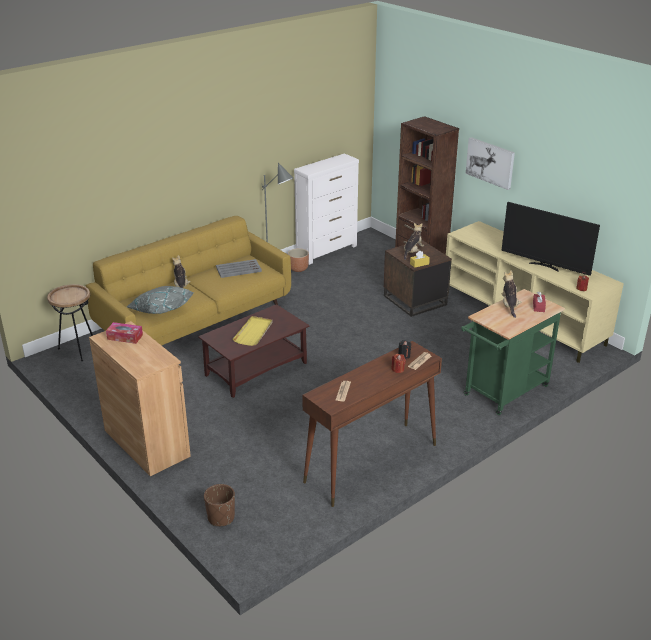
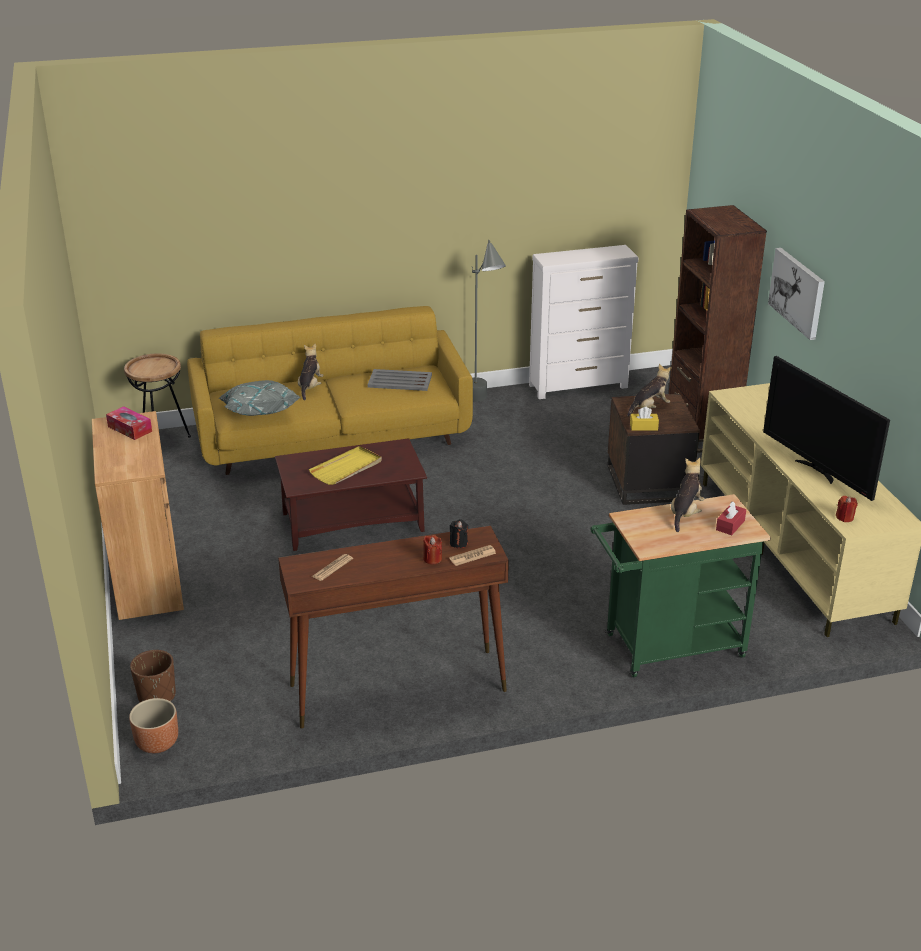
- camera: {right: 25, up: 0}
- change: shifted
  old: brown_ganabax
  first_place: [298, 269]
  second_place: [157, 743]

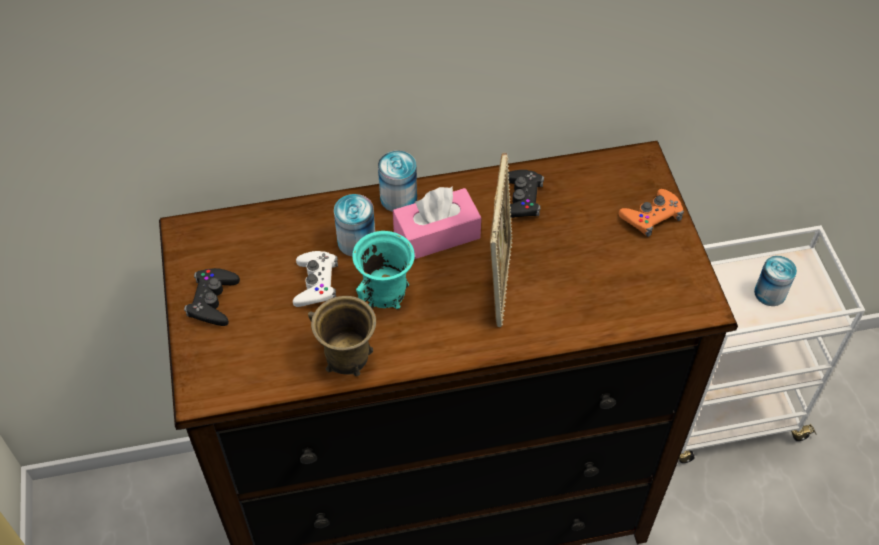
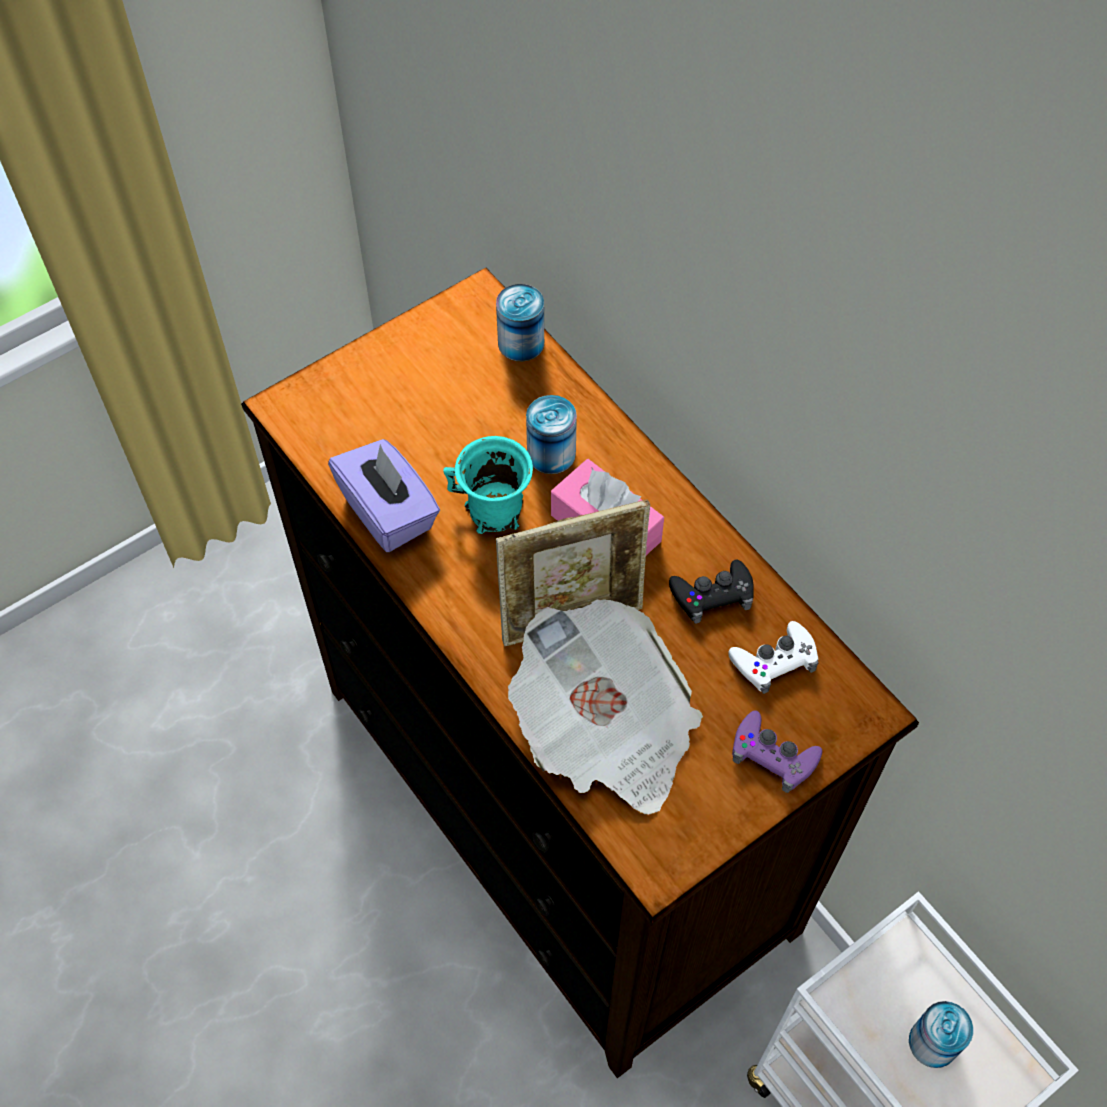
- camera: {right: 65, up: 5}
- change: swapped
  old: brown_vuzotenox
  new: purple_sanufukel
  first_place: [347, 357]
  second_place: [389, 512]
- change: shifted
  old: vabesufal
  first_place: [398, 198]
  second_place: [521, 343]
- change: new
  new: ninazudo
  second_place: [606, 730]
- change: shifted
  old: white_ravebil
  first_place: [316, 283]
  second_place: [774, 661]
- change: repainted
  old: orange_ravebil
  new: purple_ravebil
  first_place: [651, 216]
  second_place: [773, 755]
- change: gone
  old: black_ravebil
  first_place: [213, 301]

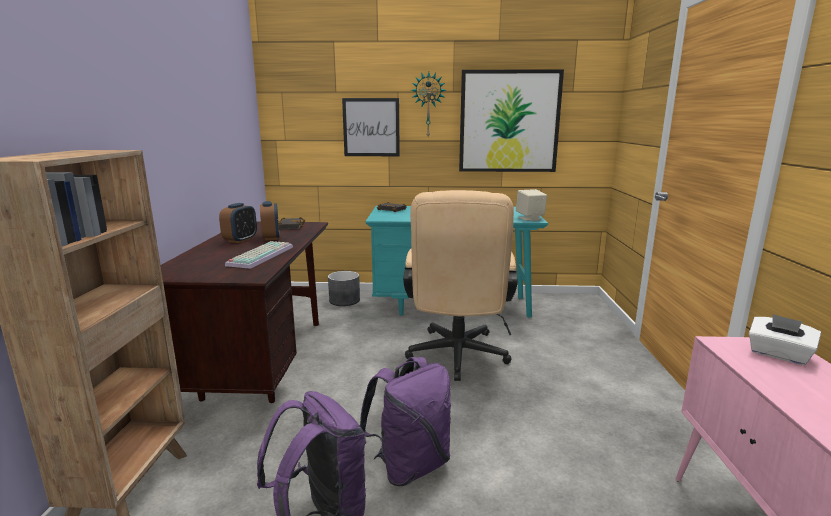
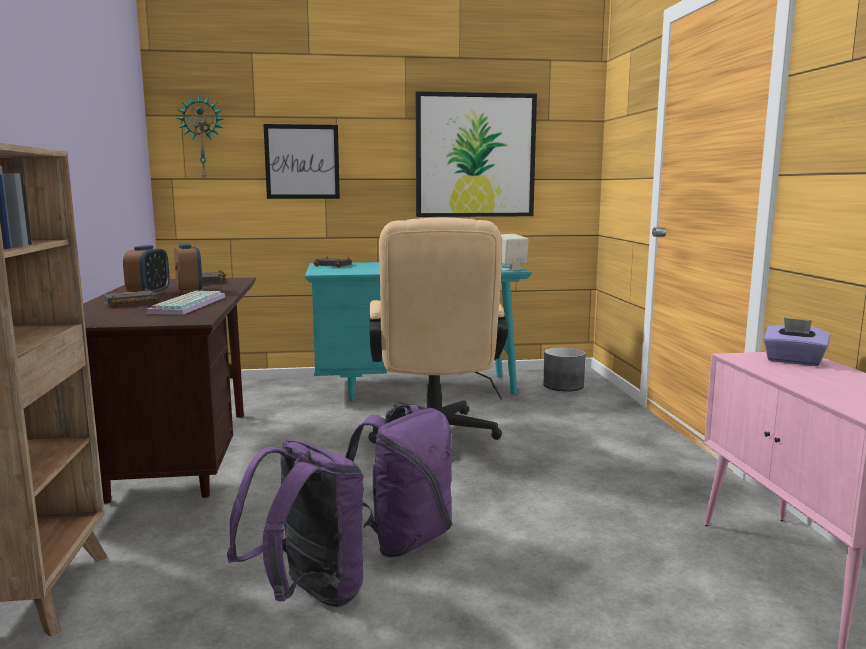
- camera: {right: -10, up: -5}
- change: new
  new: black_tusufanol
  second_place: [130, 303]
- change: shifted
  old: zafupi
  first_place: [428, 105]
  second_place: [202, 138]
- change: shifted
  old: grey_ganabax
  first_place: [344, 300]
  second_place: [563, 386]
- change: repainted
  old: white_sanufukel
  new: purple_sanufukel
  first_place: [778, 355]
  second_place: [793, 361]

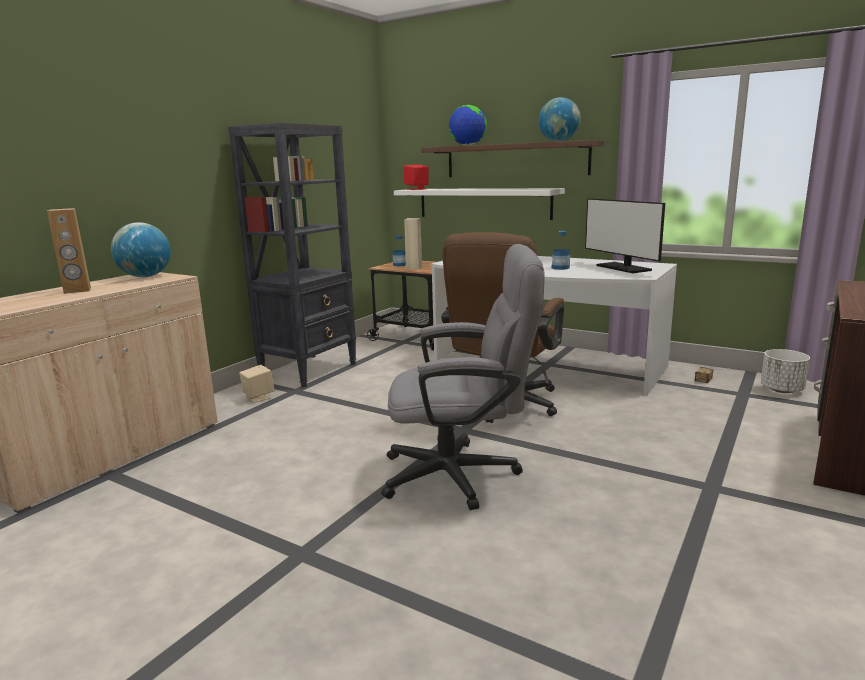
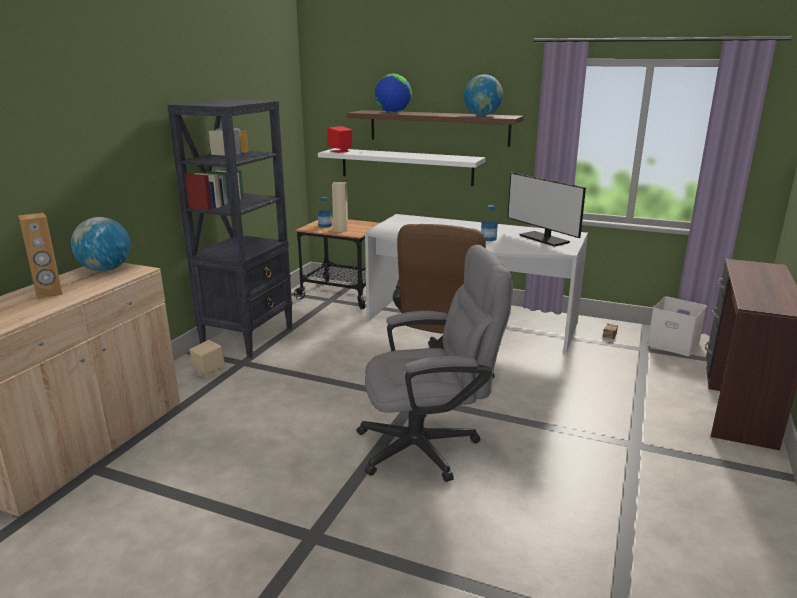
- camera: {right: -10, up: 5}
- change: swapped
  old: white_ganabax
  new: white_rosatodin
  first_place: [782, 390]
  second_place: [674, 343]

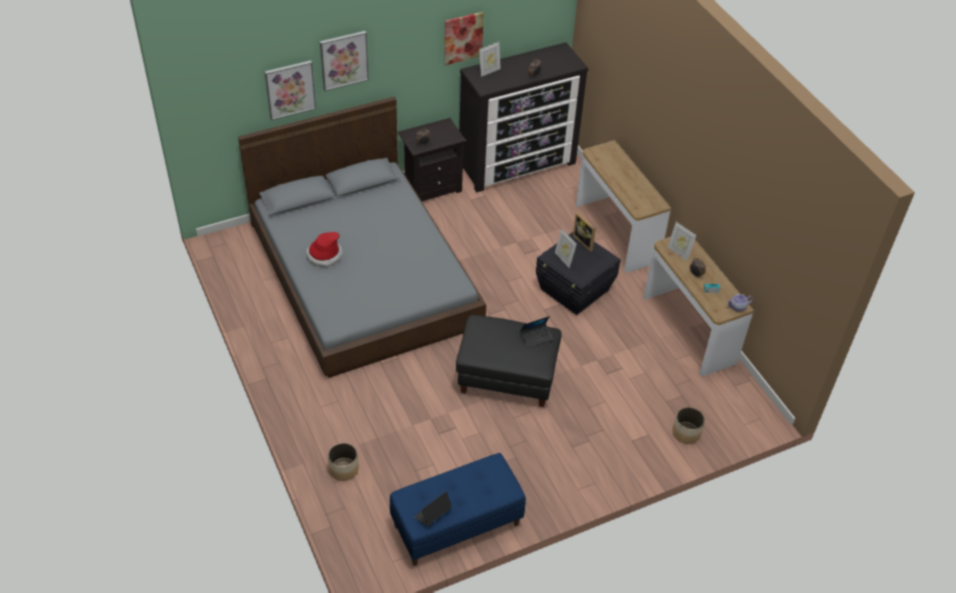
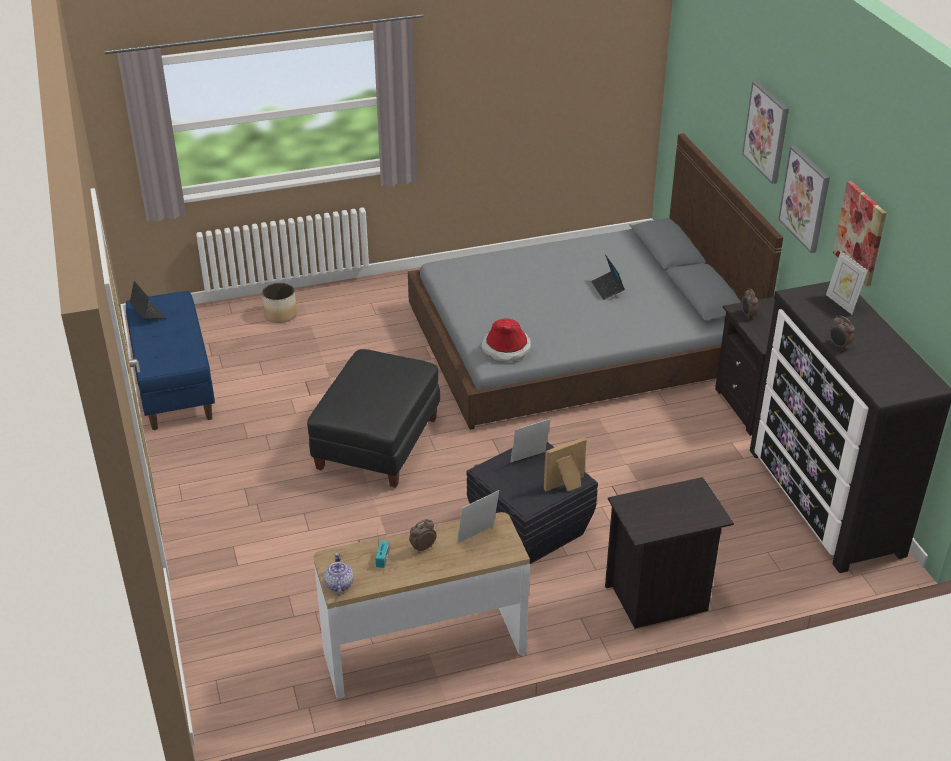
- camera: {right: 100, up: -10}
- change: shifted
  old: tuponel
  first_place: [324, 255]
  second_place: [506, 348]
- change: shifted
  old: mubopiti
  first_place: [536, 337]
  second_place: [607, 289]
- change: swapped
  old: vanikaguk
  new: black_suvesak
  first_place: [616, 233]
  second_place: [658, 598]
- change: shifted
  old: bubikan
  first_place: [290, 89]
  second_place: [805, 198]
- change: gone
  old: ganabax
  first_place: [686, 433]

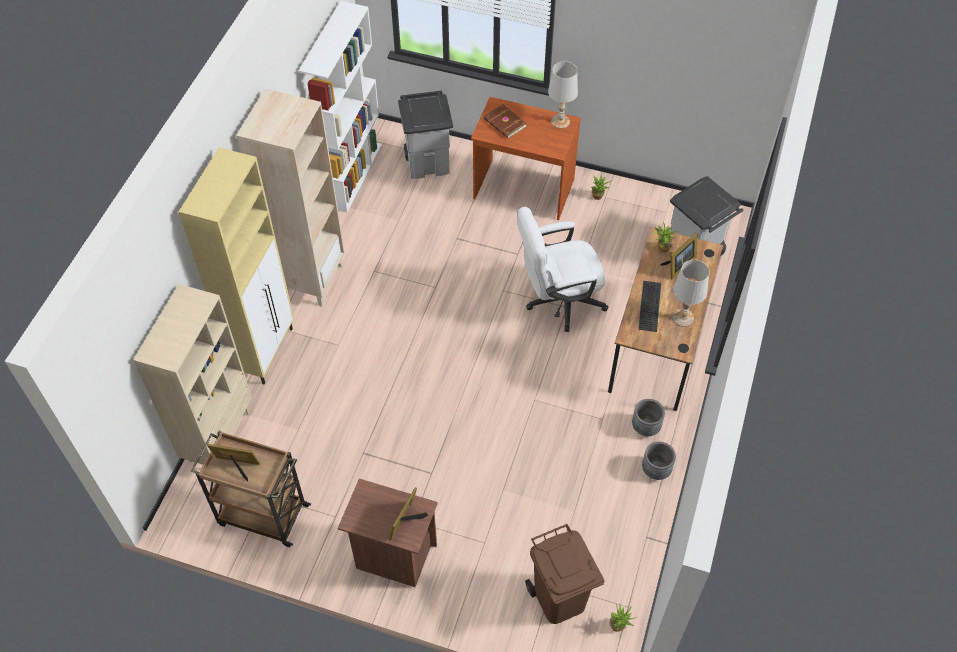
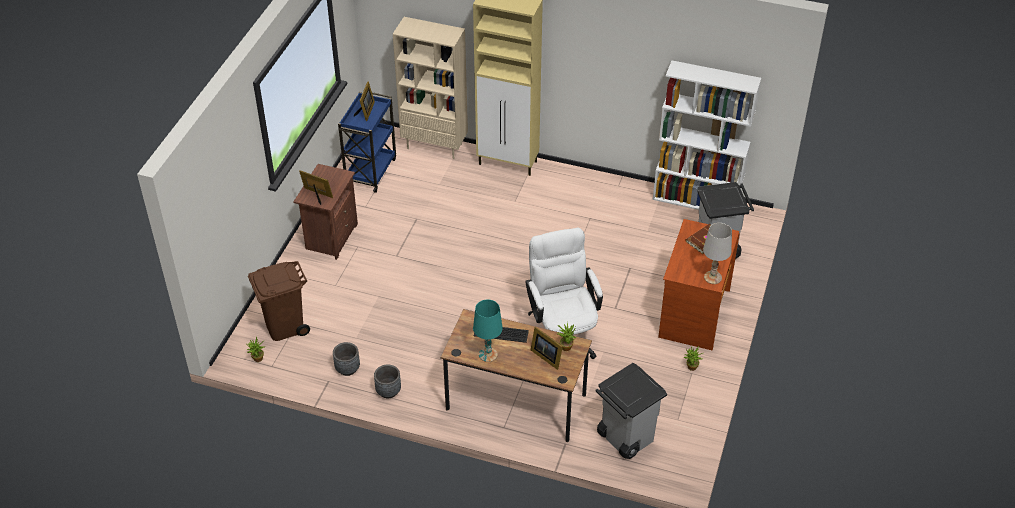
- camera: {right: 90, up: -10}
- change: shifted
  old: grey_ganabax
  first_place: [645, 427]
  second_place: [347, 369]
- change: repainted
  old: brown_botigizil
  new: blue_botigizil
  first_place: [261, 514]
  second_place: [370, 171]
- change: repainted
  old: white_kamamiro
  new: turquoise_kamamiro
  first_place: [683, 318]
  second_place: [487, 354]
- change: gone
  old: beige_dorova
  first_place: [311, 279]

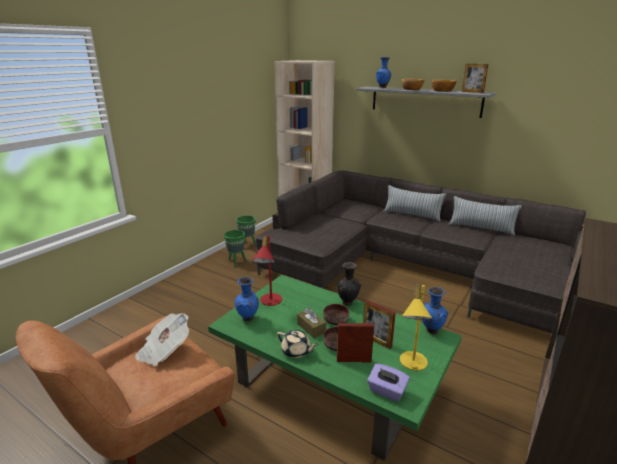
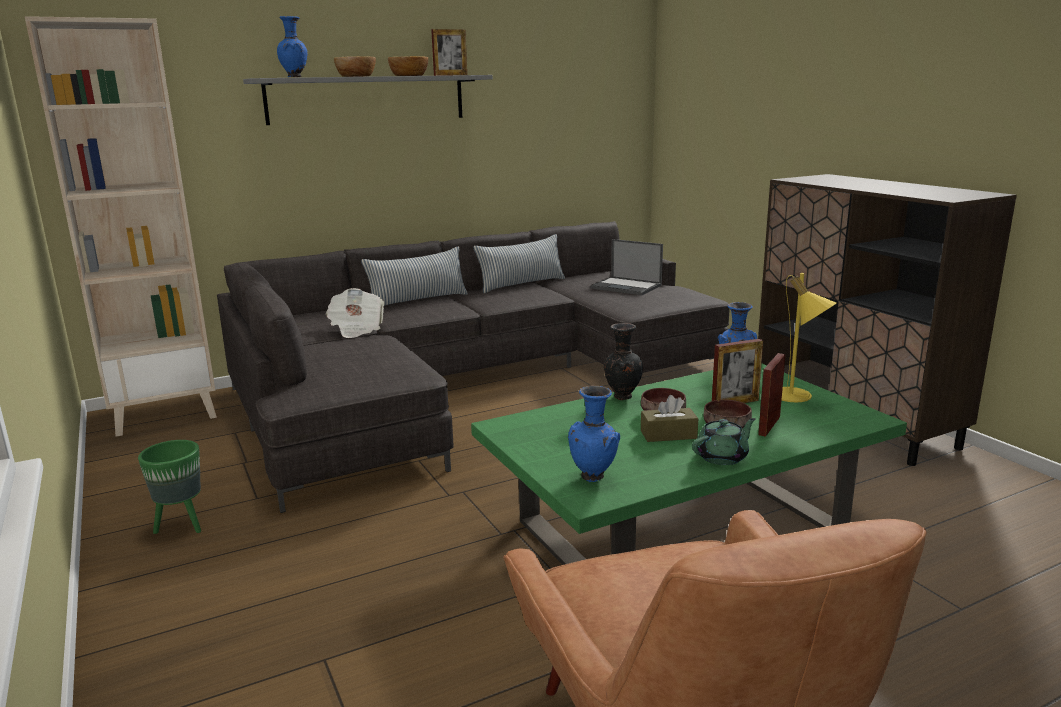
- camera: {right: -60, up: -5}
- change: shifted
  old: ninazudo
  first_place: [164, 350]
  second_place: [356, 329]
- change: new
  new: mubopiti
  second_place: [627, 287]
- change: repainted
  old: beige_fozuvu
  new: green_fozuvu
  first_place: [296, 351]
  second_place: [722, 457]
- change: gone
  old: green_ganabax
  first_place: [247, 245]
- change: gone
  old: red_kamamiro
  first_place: [269, 302]
- change: gone
  old: purple_sanufukel
  first_place: [386, 391]

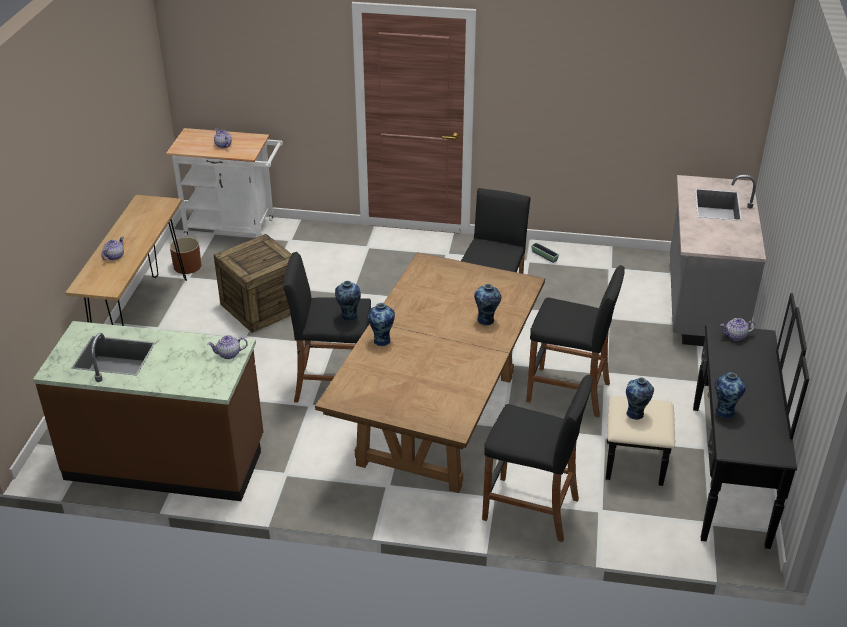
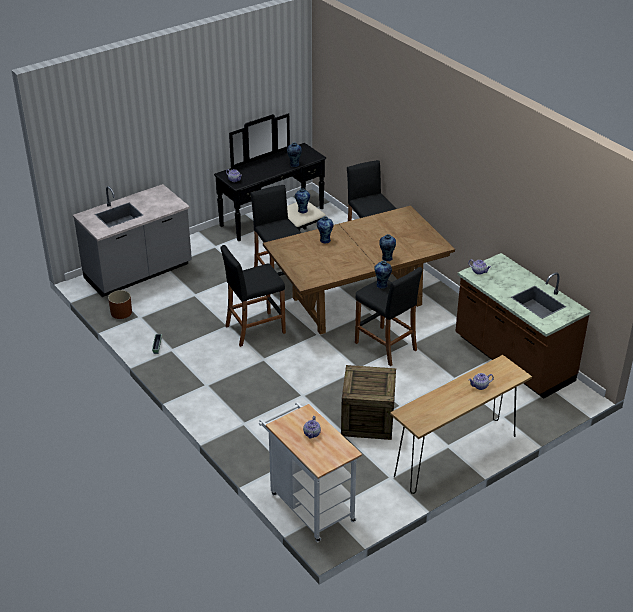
- camera: {right: -135, up: 0}
- change: shifted
  old: brown_ganabax
  first_place: [187, 266]
  second_place: [121, 312]

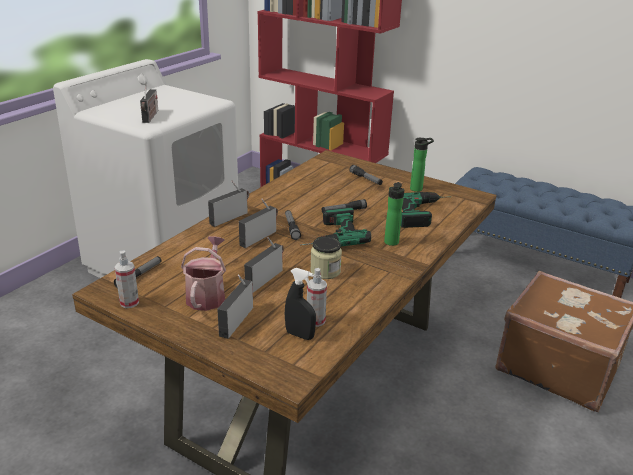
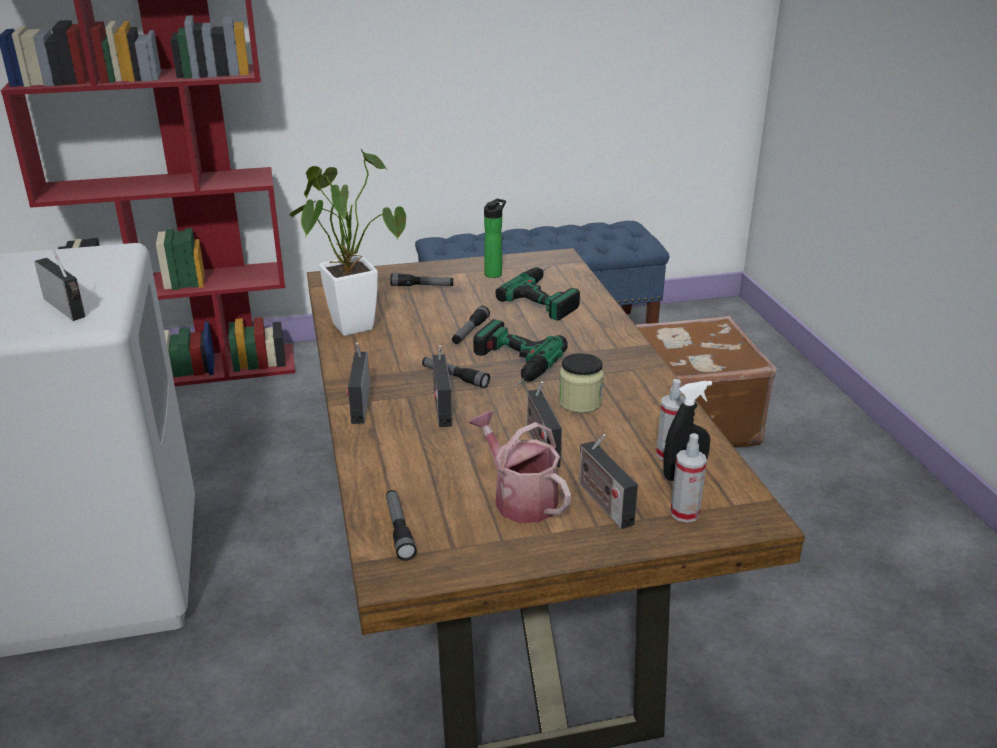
- camera: {right: -45, up: 0}
- change: new
  new: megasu
  second_place: [350, 323]
- change: shifted
  old: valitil
  first_place: [129, 302]
  second_place: [684, 513]
- change: gone
  old: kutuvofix
  first_place: [390, 243]

